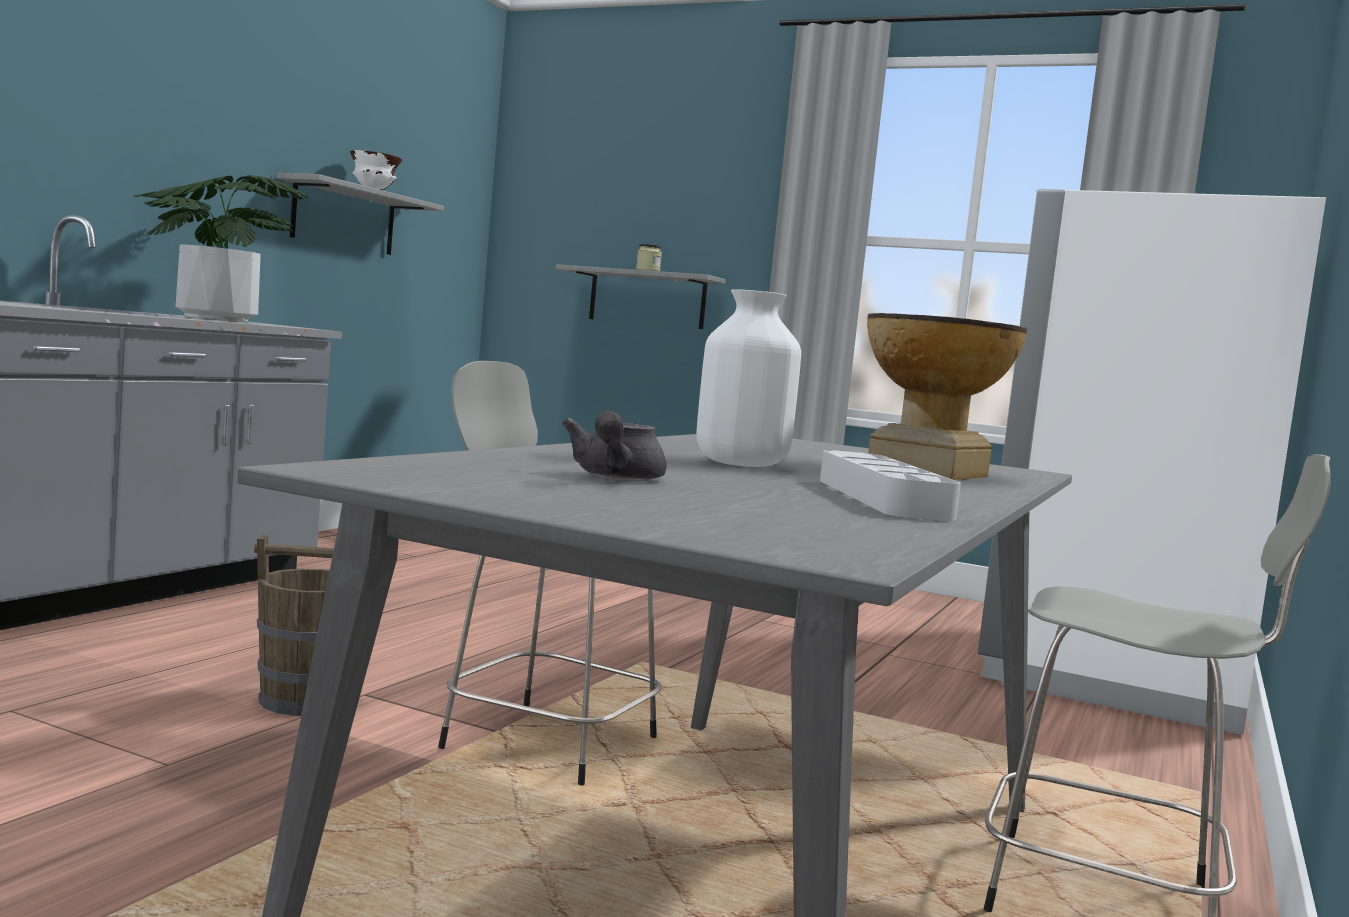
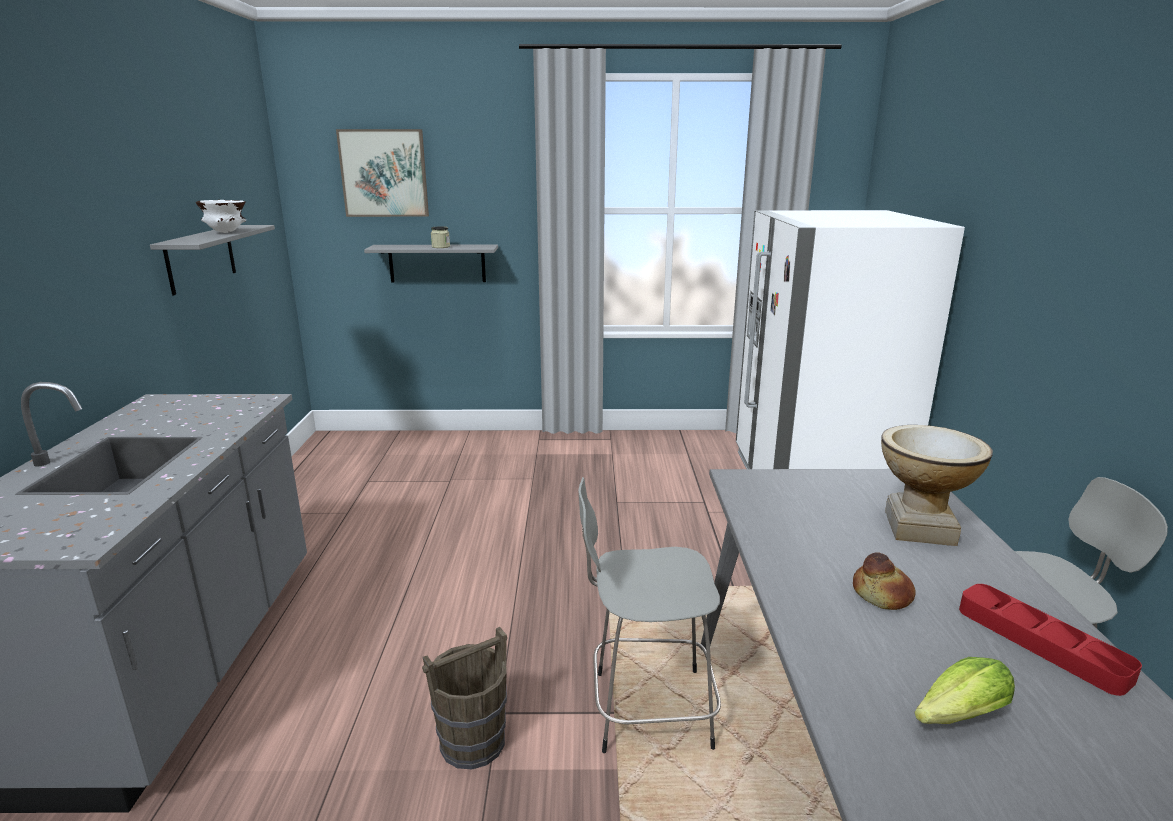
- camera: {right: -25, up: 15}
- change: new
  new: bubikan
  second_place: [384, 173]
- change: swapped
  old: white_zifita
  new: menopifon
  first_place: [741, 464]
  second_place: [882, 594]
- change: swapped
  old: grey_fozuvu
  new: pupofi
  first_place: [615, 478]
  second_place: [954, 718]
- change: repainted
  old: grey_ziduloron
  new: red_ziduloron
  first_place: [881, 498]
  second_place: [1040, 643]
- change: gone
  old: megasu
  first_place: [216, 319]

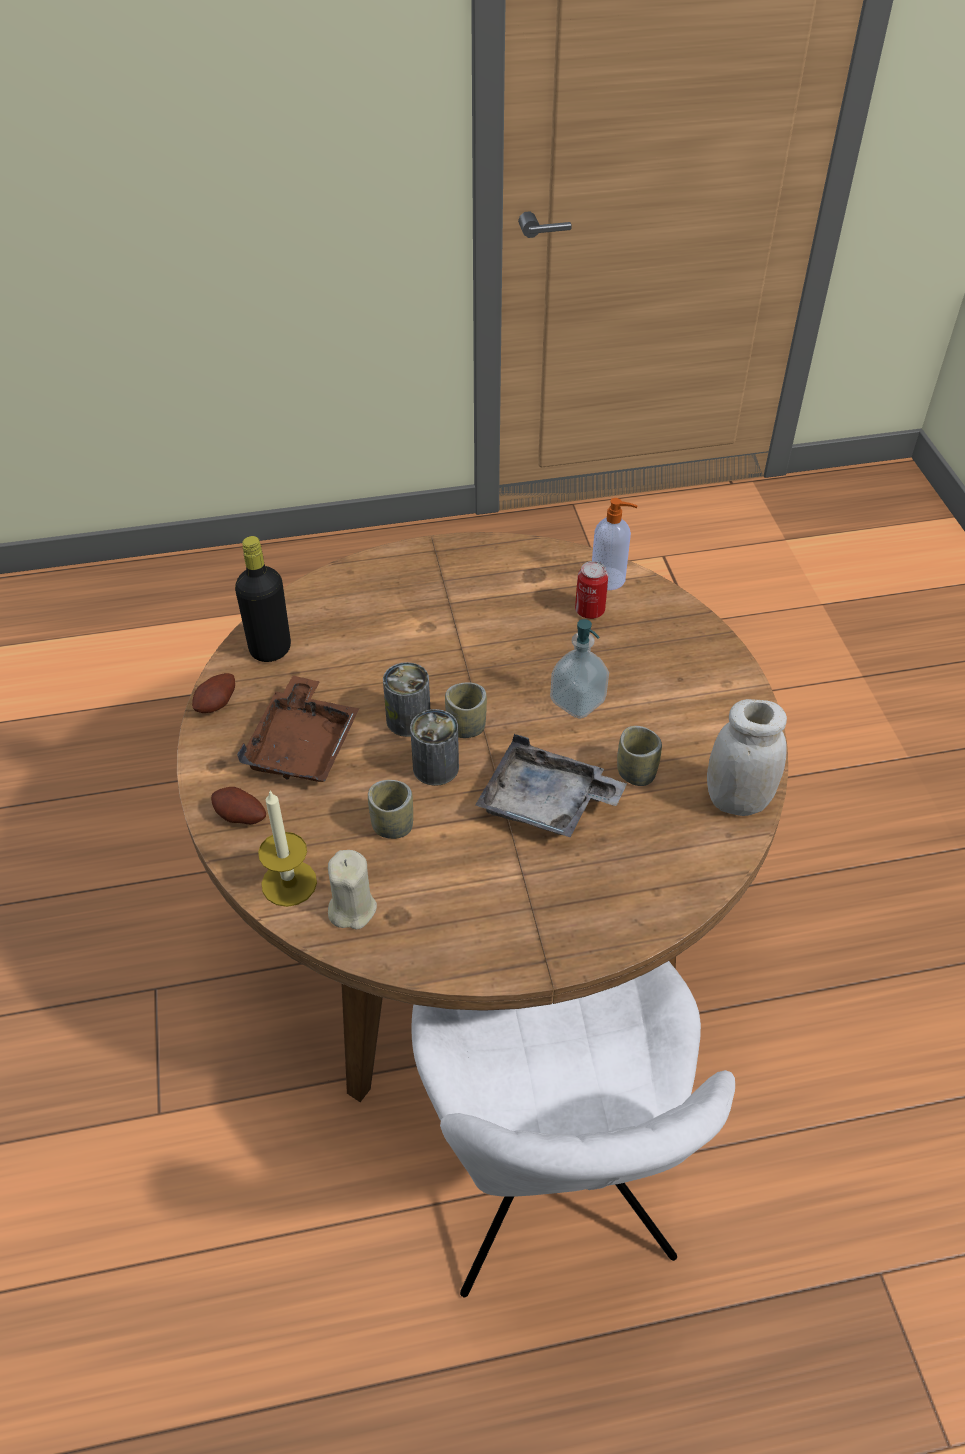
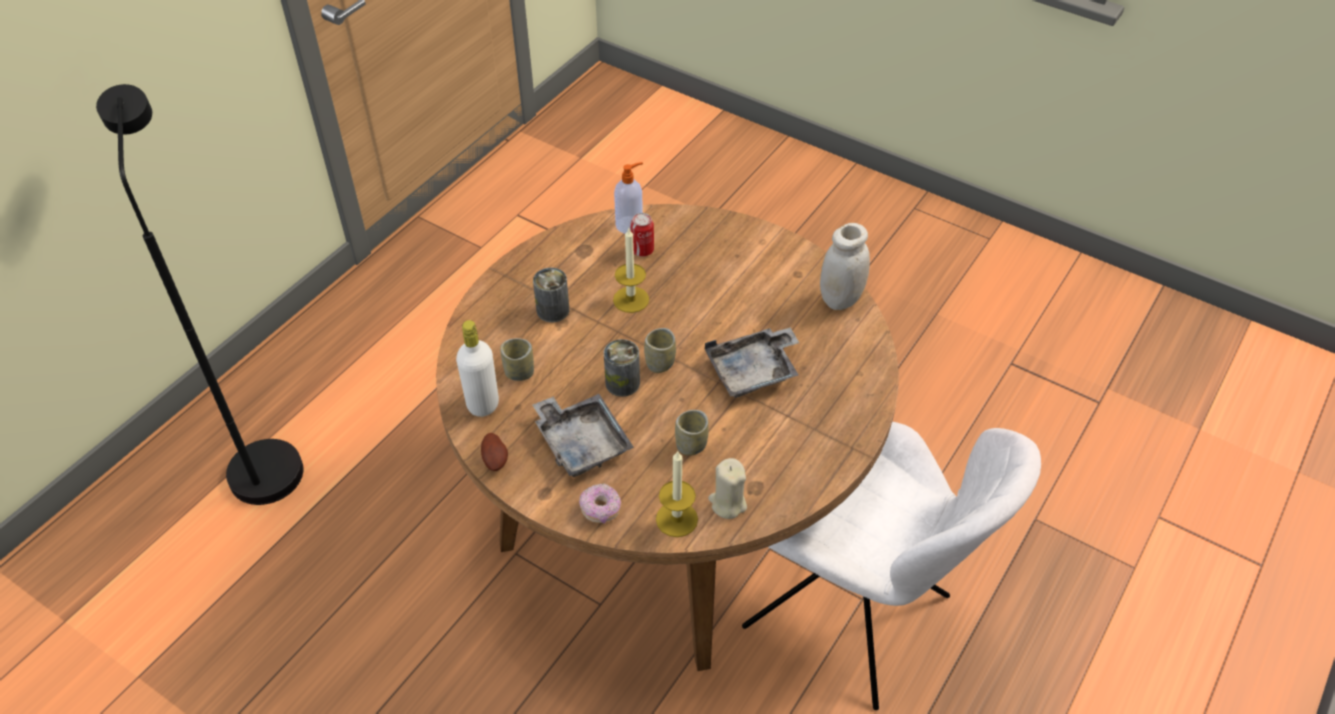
- camera: {right: -45, up: 0}
- change: new
  new: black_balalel
  second_place: [261, 459]
- change: repainted
  old: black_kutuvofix
  new: white_kutuvofix
  first_place: [270, 649]
  second_place: [483, 404]
- change: shifted
  old: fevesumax
  first_place: [636, 773]
  second_place: [519, 372]
- change: shifted
  old: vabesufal
  first_place: [435, 767]
  second_place: [553, 310]
- change: repainted
  old: brown_ziduloron
  new: grey_ziduloron
  first_place: [303, 745]
  second_place: [581, 442]
- change: swapped
  old: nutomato
  new: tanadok
  first_place: [240, 818]
  second_place: [600, 509]
- change: new
  new: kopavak
  second_place: [631, 299]
- change: gone
  old: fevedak
  first_place: [577, 701]

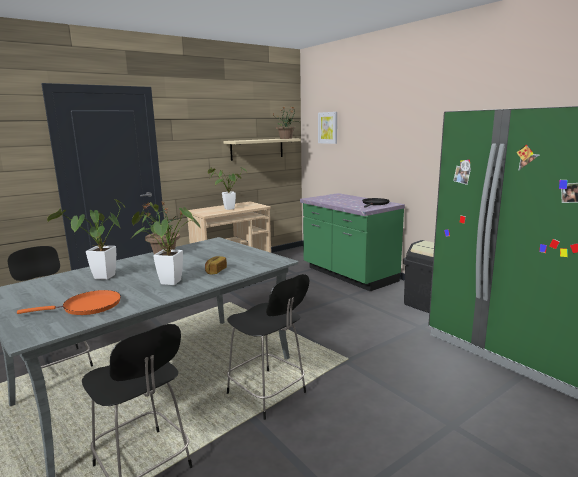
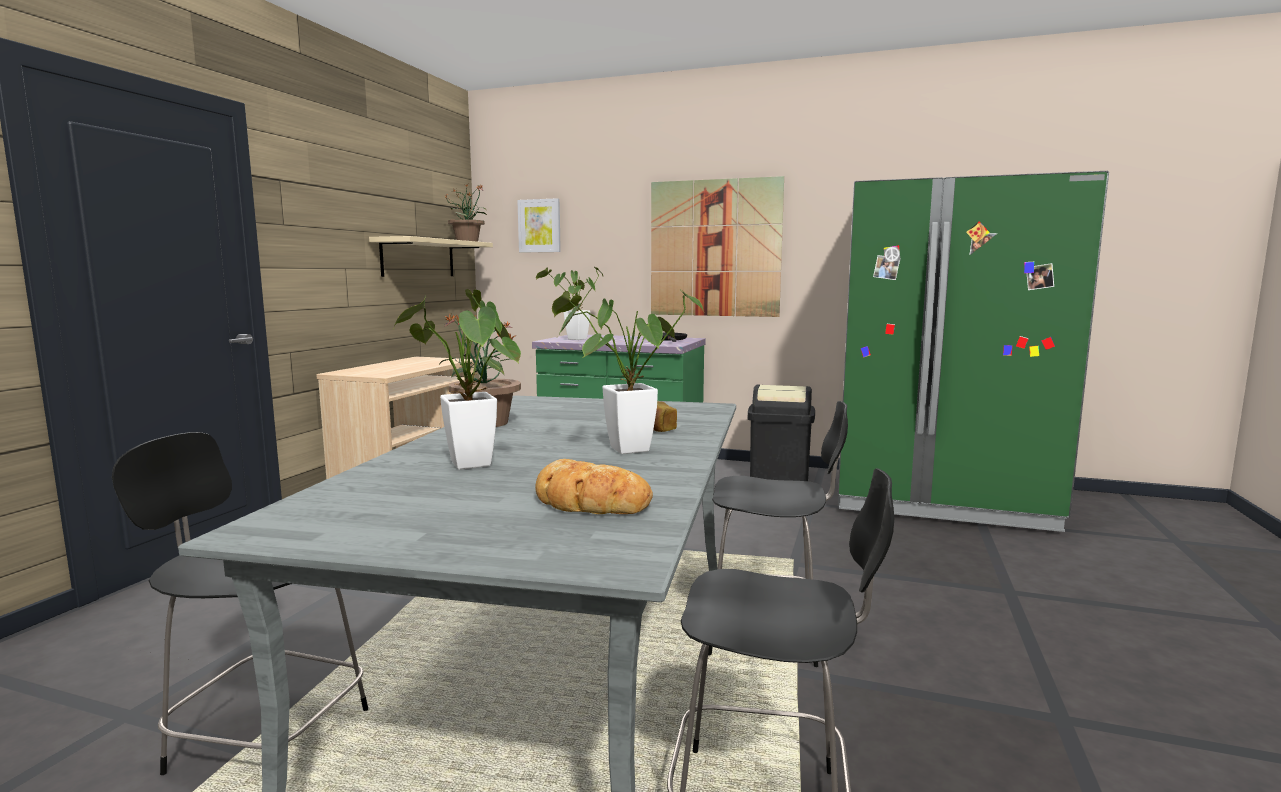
- camera: {right: -35, up: -5}
- change: swapped
  old: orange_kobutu
  new: menopifon
  first_place: [88, 307]
  second_place: [588, 501]
- change: shifted
  old: megasu
  first_place: [227, 209]
  second_place: [574, 339]
- change: new
  new: bubikan
  second_place: [714, 248]

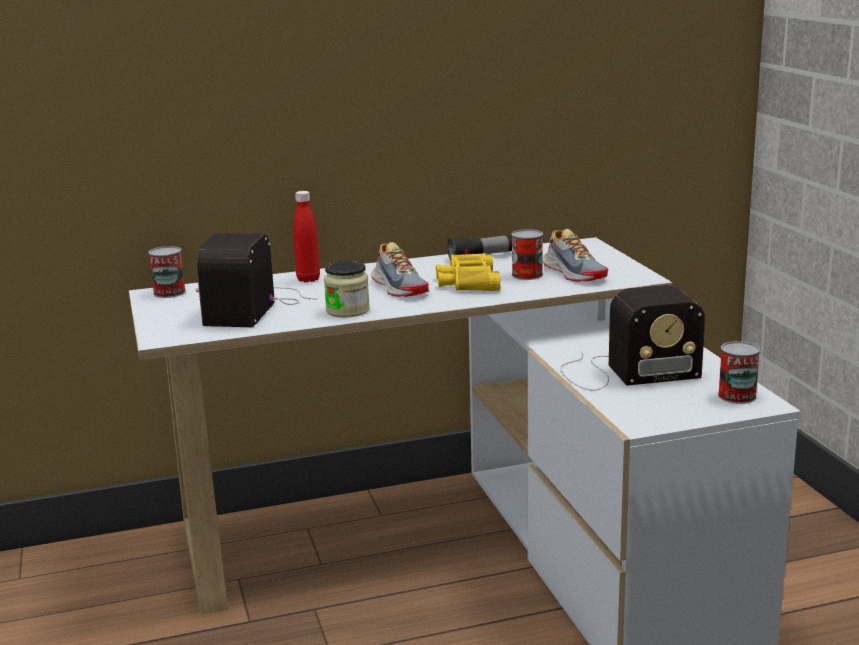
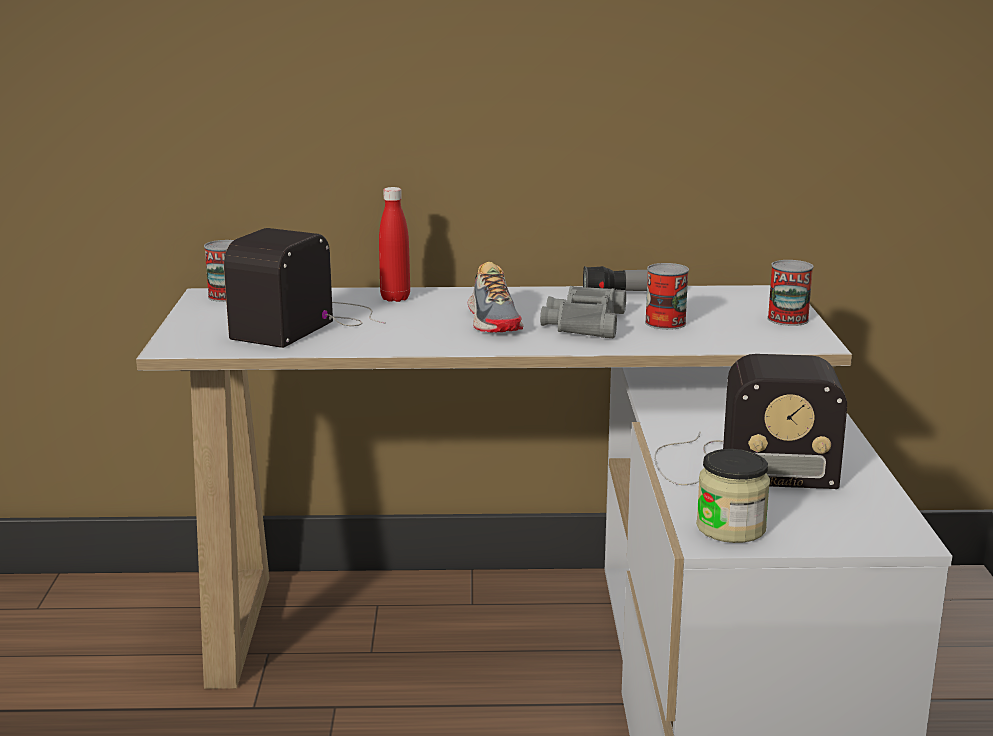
- camera: {right: 15, up: 0}
- change: repainted
  old: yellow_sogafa
  new: grey_sogafa
  first_place: [467, 281]
  second_place: [583, 323]
- change: shifted
  old: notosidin
  first_place: [347, 310]
  second_place: [731, 528]
- change: shifted
  old: vabesufal
  first_place: [737, 396]
  second_place: [788, 319]
- change: gone
  old: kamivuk
  first_place: [573, 273]

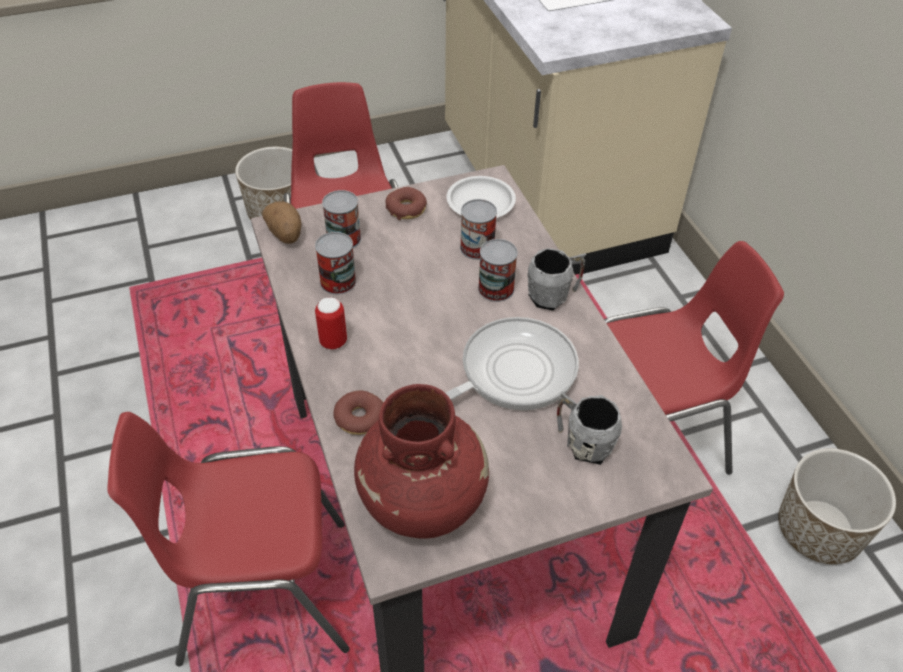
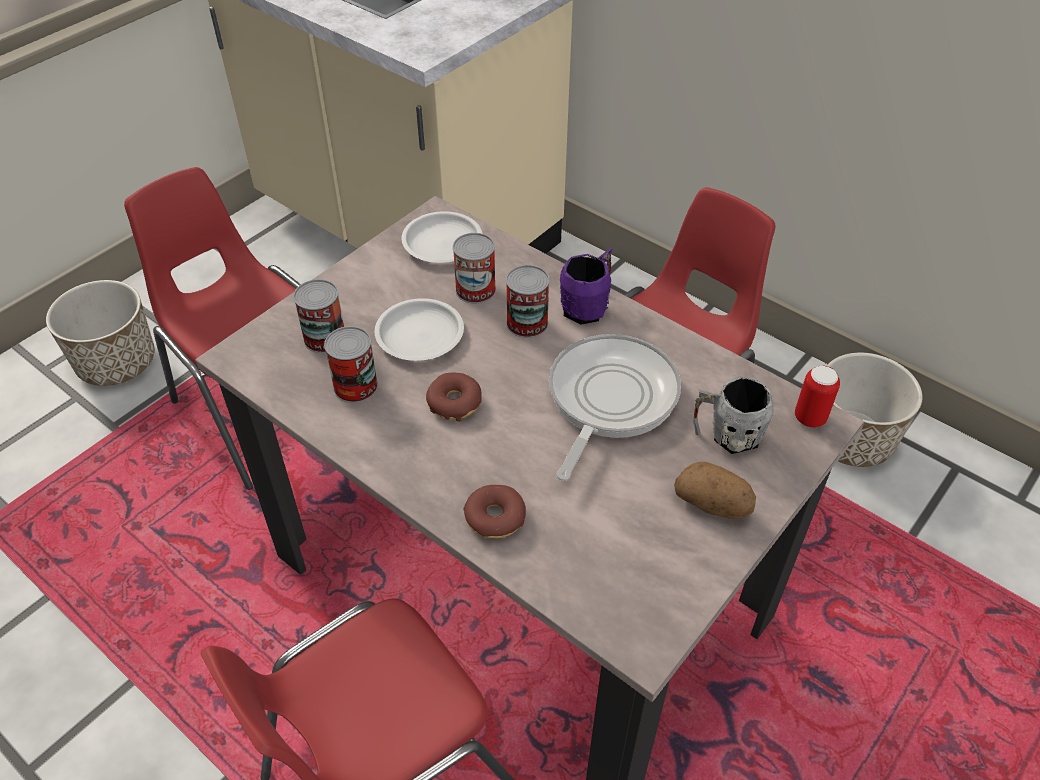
- camera: {right: -30, up: 0}
- change: new
  new: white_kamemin
  second_place: [420, 335]
- change: shifted
  old: tanadok
  first_place: [406, 209]
  second_place: [454, 402]
- change: repainted
  old: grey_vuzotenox
  new: purple_vuzotenox
  first_place: [553, 296]
  second_place: [588, 306]
- change: shifted
  old: nutomato
  first_place: [285, 234]
  second_place: [713, 504]
- change: shifted
  old: vabesufal
  first_place: [333, 342]
  second_place: [809, 418]
- change: gone
  old: red_zifita
  first_place: [423, 499]

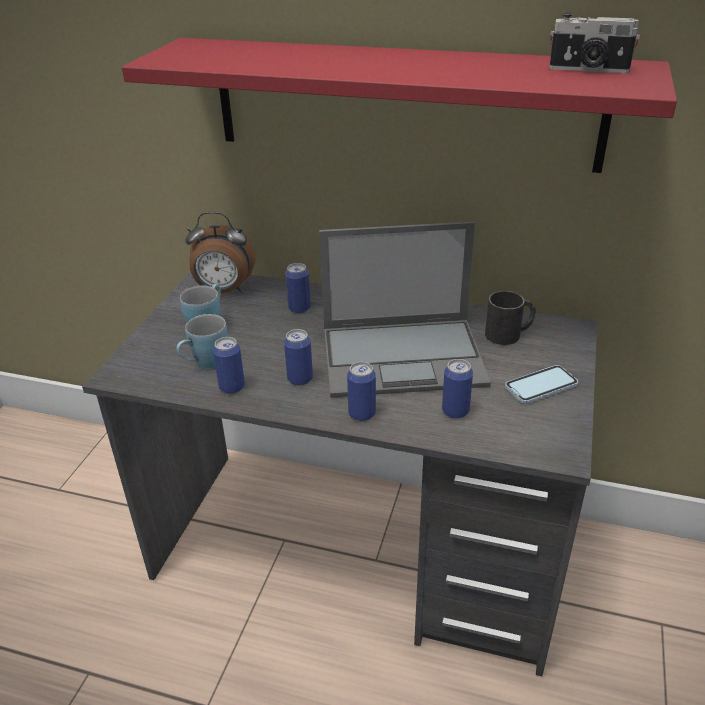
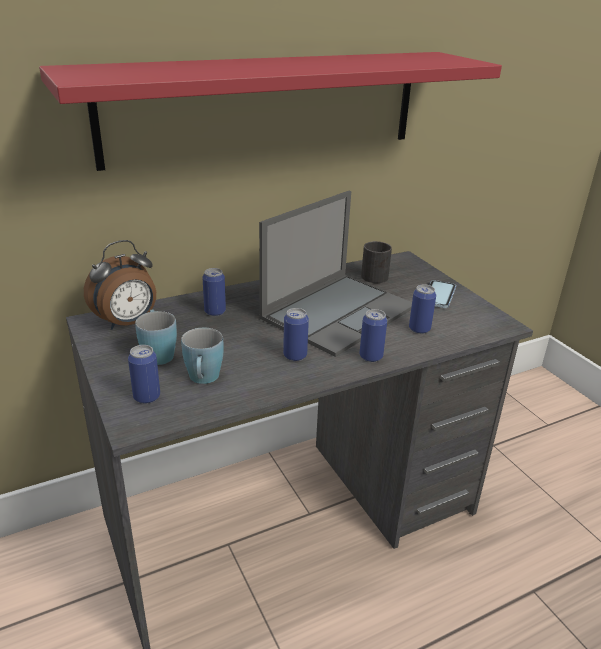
- camera: {right: -45, up: -5}
- change: shifted
  old: vabesufal
  first_place: [232, 387]
  second_place: [147, 397]
- change: gone
  old: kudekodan
  first_place: [588, 69]

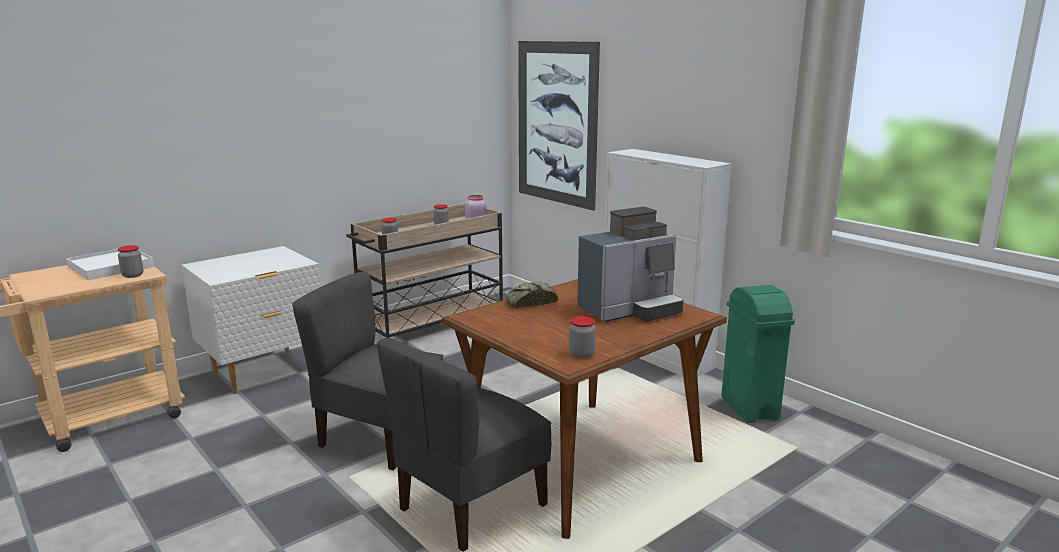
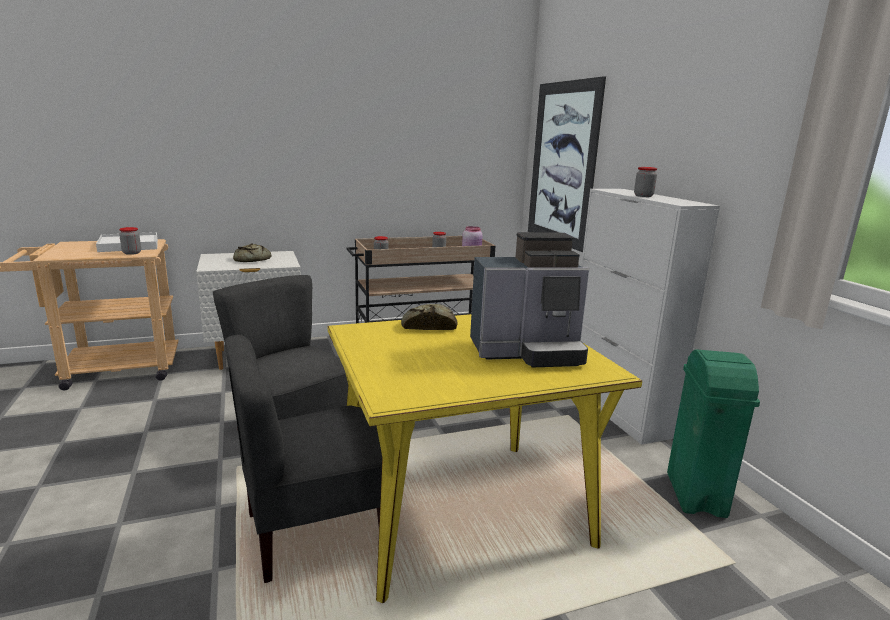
- camera: {right: 20, up: 0}
- change: new
  new: menopifon
  second_place: [251, 259]
- change: repainted
  old: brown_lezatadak
  new: yellow_lezatadak
  first_place: [581, 461]
  second_place: [462, 510]
- change: shifted
  old: notosidin
  first_place: [581, 354]
  second_place: [643, 196]

